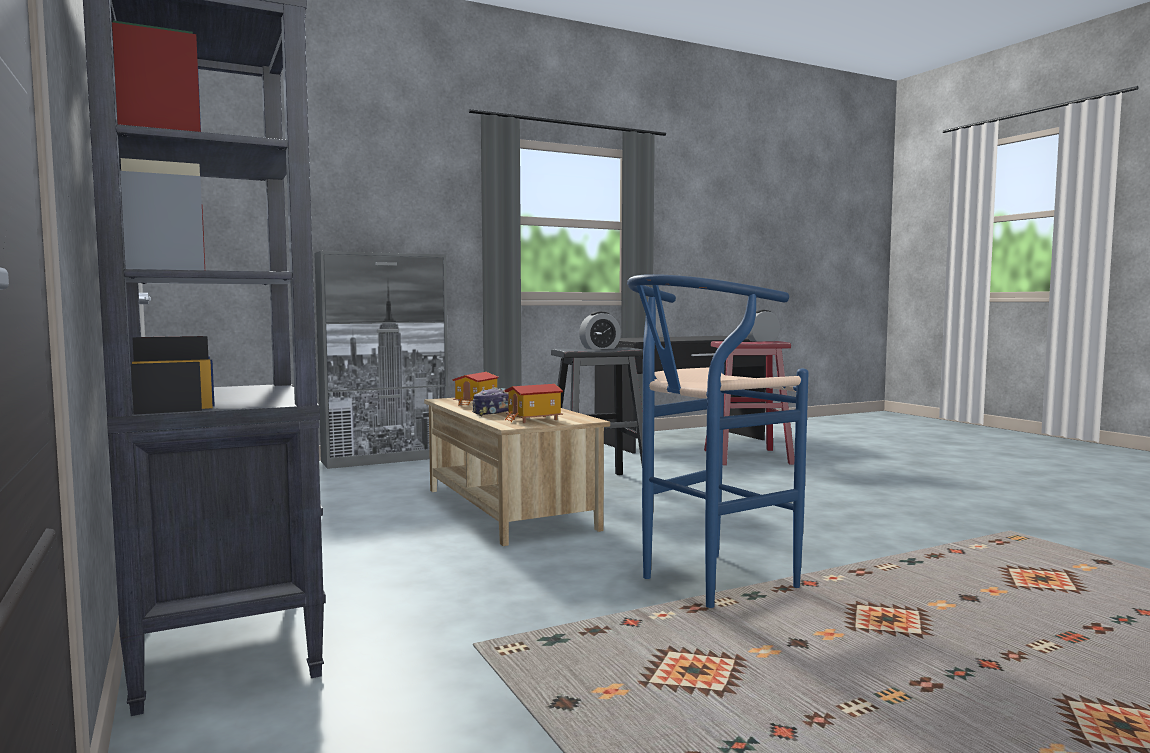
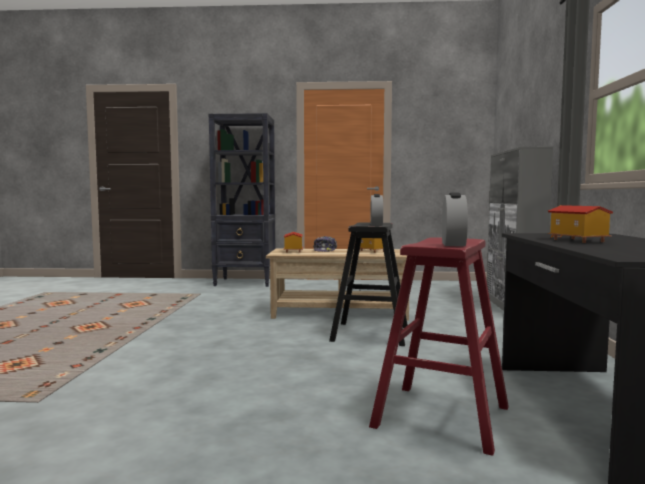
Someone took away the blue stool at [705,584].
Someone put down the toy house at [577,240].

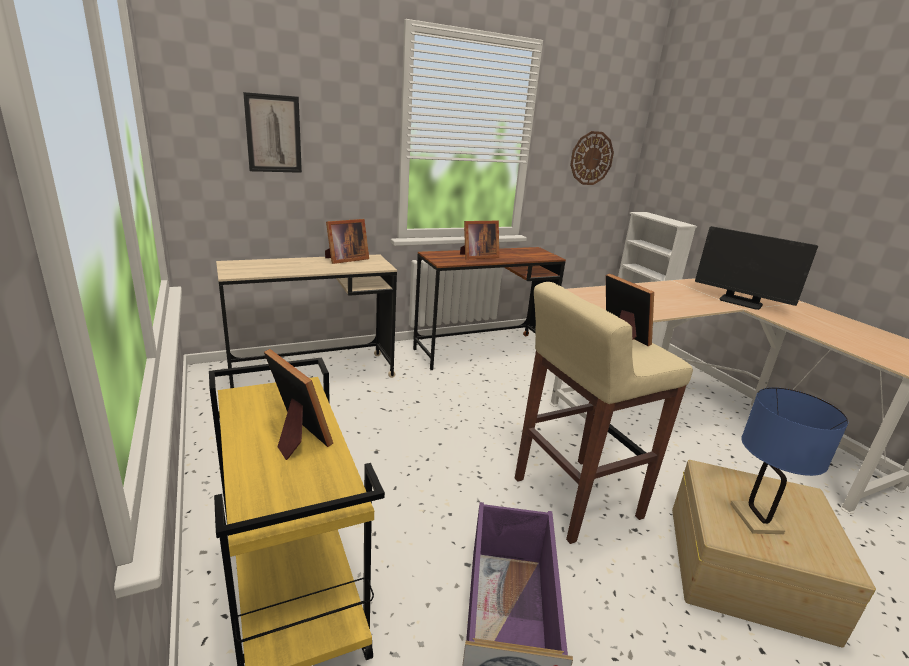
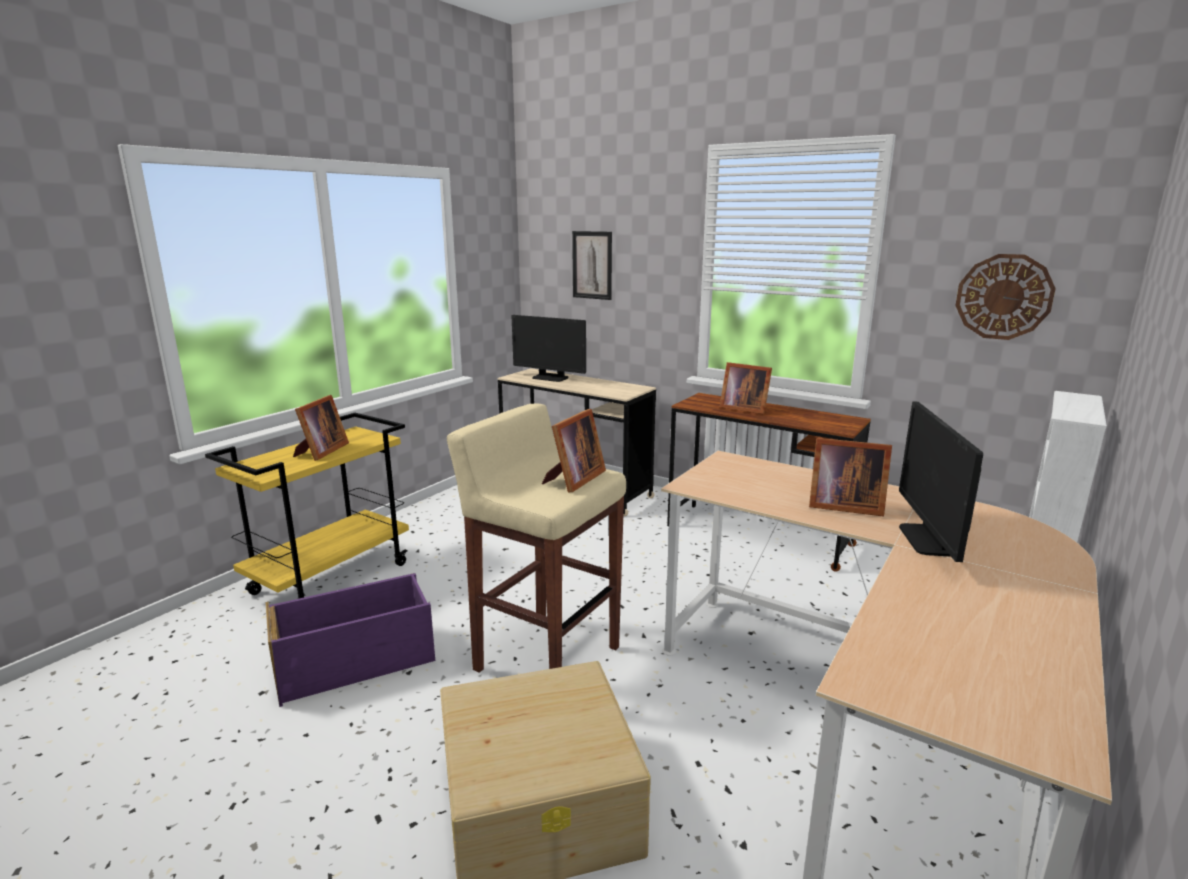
Someone carried the picture frame from [345,259] to [842,505].
Someone took away the blue table lamp at [756,518].
Someone put down the monitor at [550,378].

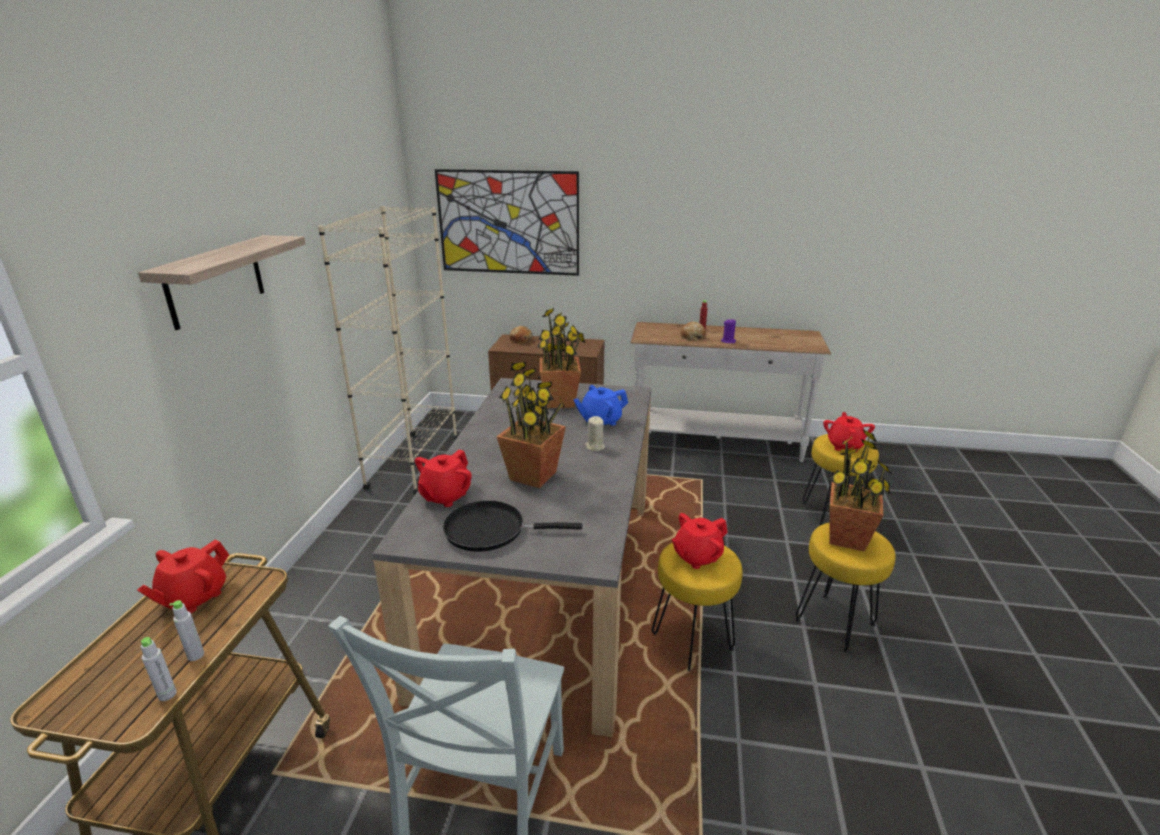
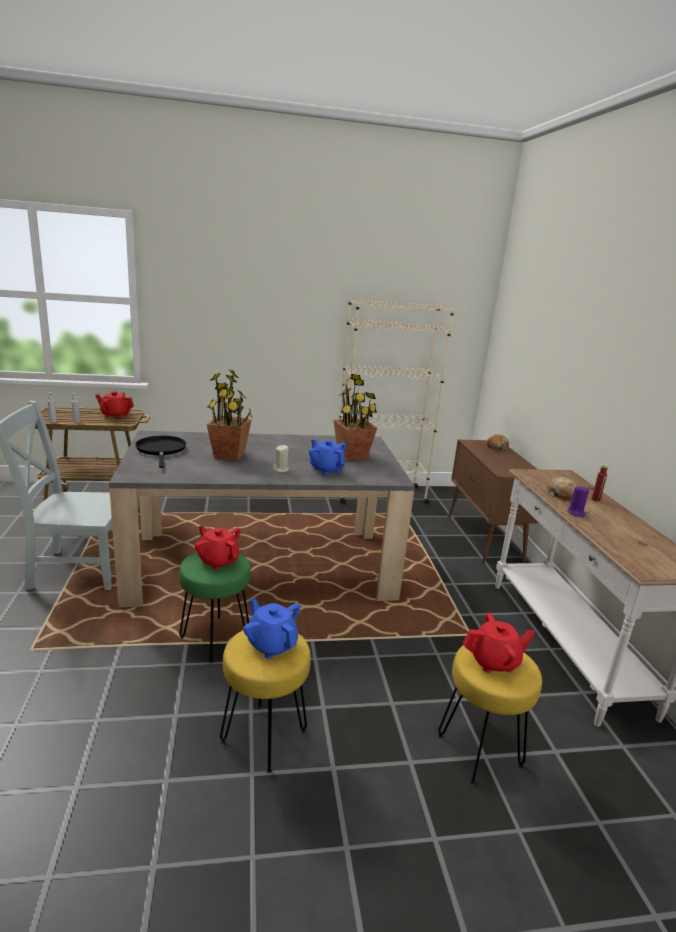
Someone took away the shelf at [215,281].
Someone took away the red teapot at [445,496].
Someone took away the picture at [508,223].
Someone repainted the yellow stool at [692,641], which became the green stool at [216,639].
Someone swapped the potted plant at [847,538] for the blue teapot at [271,644].

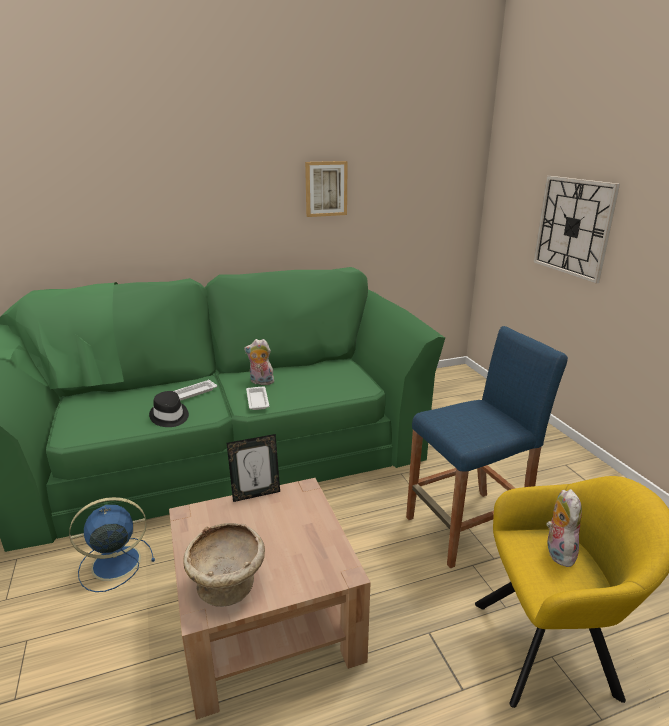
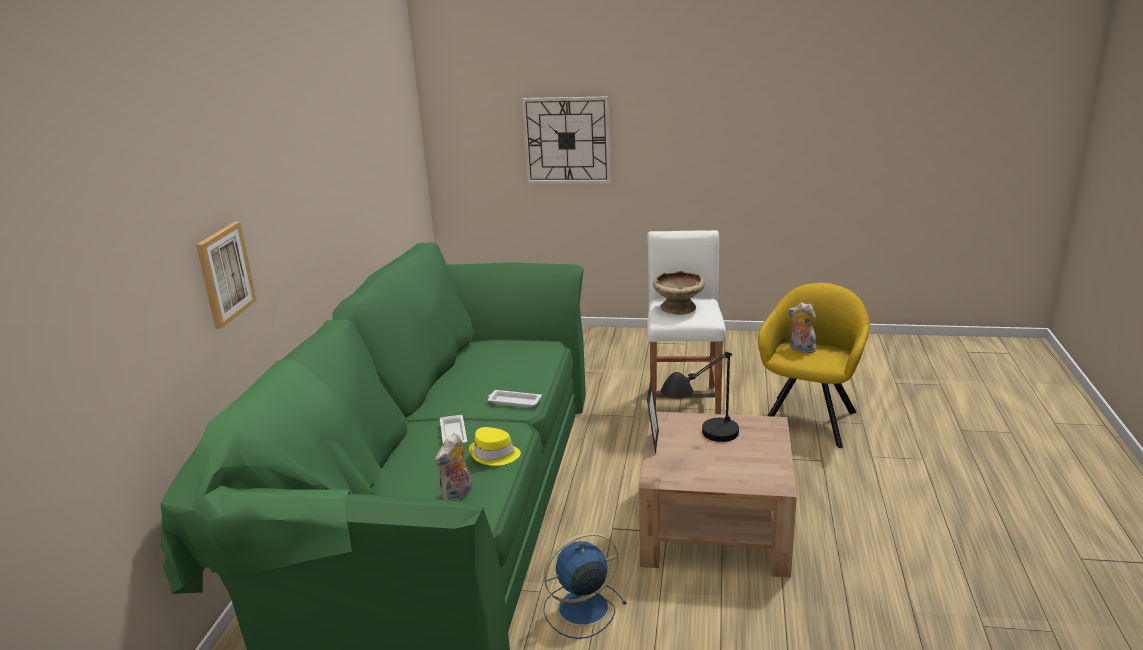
Someone rotated the blue fan at [114,563] by 60 degrees clockwise.
Someone repainted the black hat at [169,416], which became the yellow hat at [494,455].
Someone carried the beige bowl from [228,584] to [678,307].
Someone carried the plush toy from [261,382] to [457,495].
Someone carried the picture from [326,189] to [224,274].
Someone repainted the blue stool at [468,527], which became the white stool at [684,407].
Someone put down the black table lamp at [702,446].

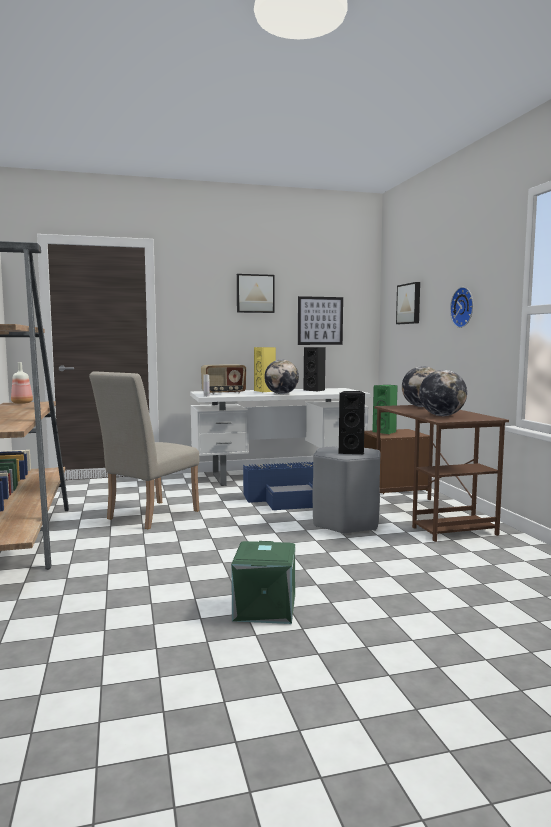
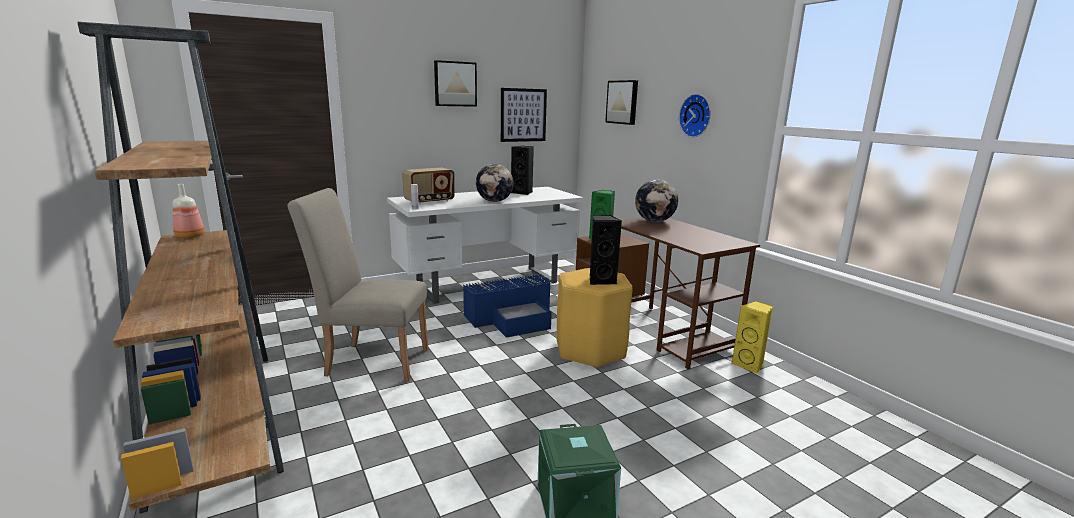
Someone rotated the beige chair at [148,516] by 75 degrees clockwise.
Someone carried the yellow speaker from [265,391] to [749,365].
Someone repainted the grey stool at [345,523], which became the yellow stool at [590,350].
Someone took away the globe at [441,416].

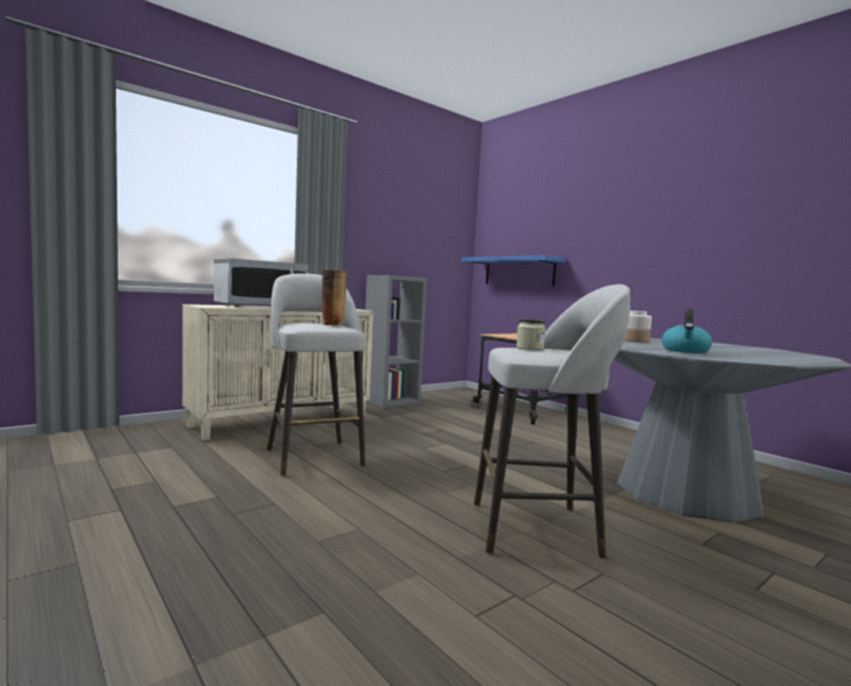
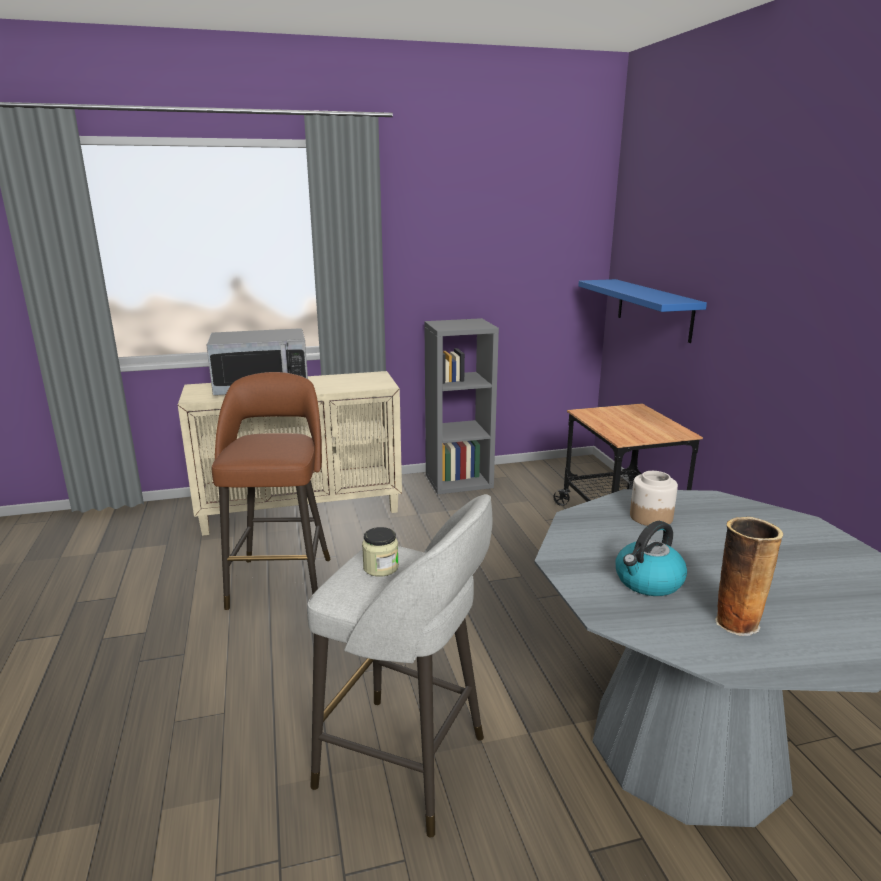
Someone repainted the grey stool at [313,456], which became the brown stool at [282,580].
Someone carried the vase from [332,325] to [736,622].

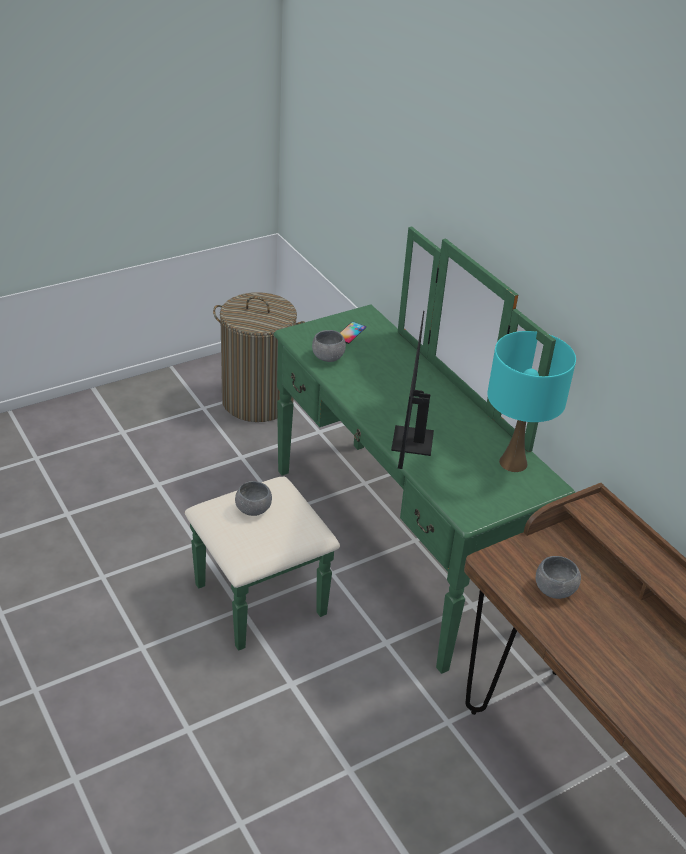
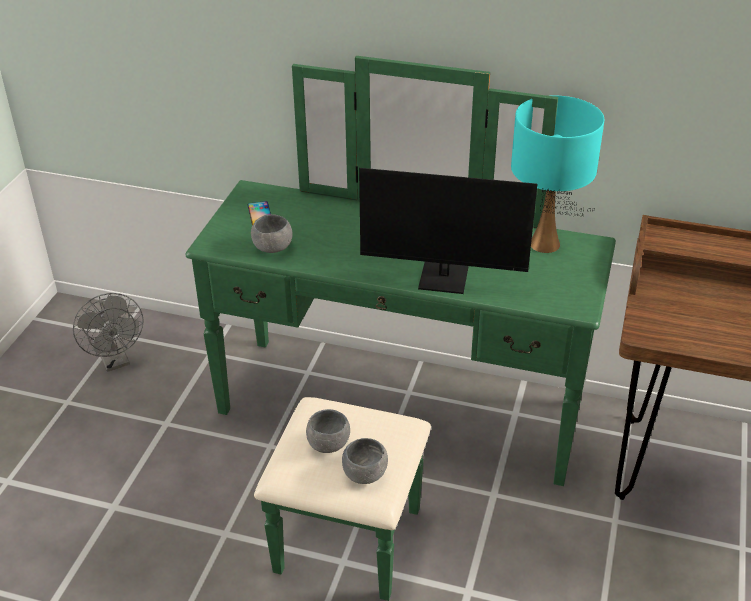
Someone swapped the laundry basket at [258,401] for the grey fan at [116,361].
Someone rotated the monitor at [409,445] by 45 degrees counterclockwise.
Someone carried the grey bowl from [554,589] to [364,474].

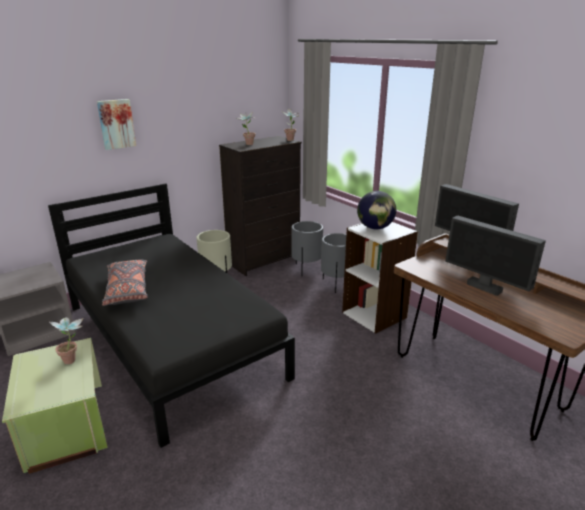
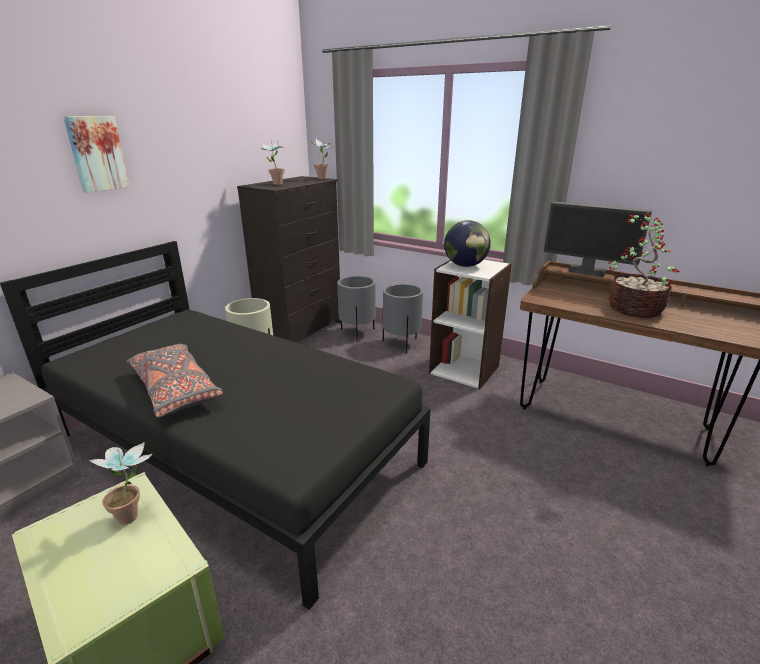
Someone swapped the monitor at [484,287] for the potted plant at [633,308].

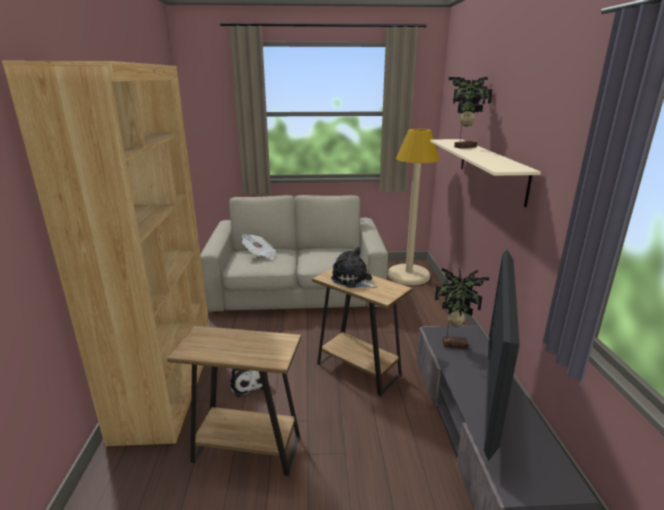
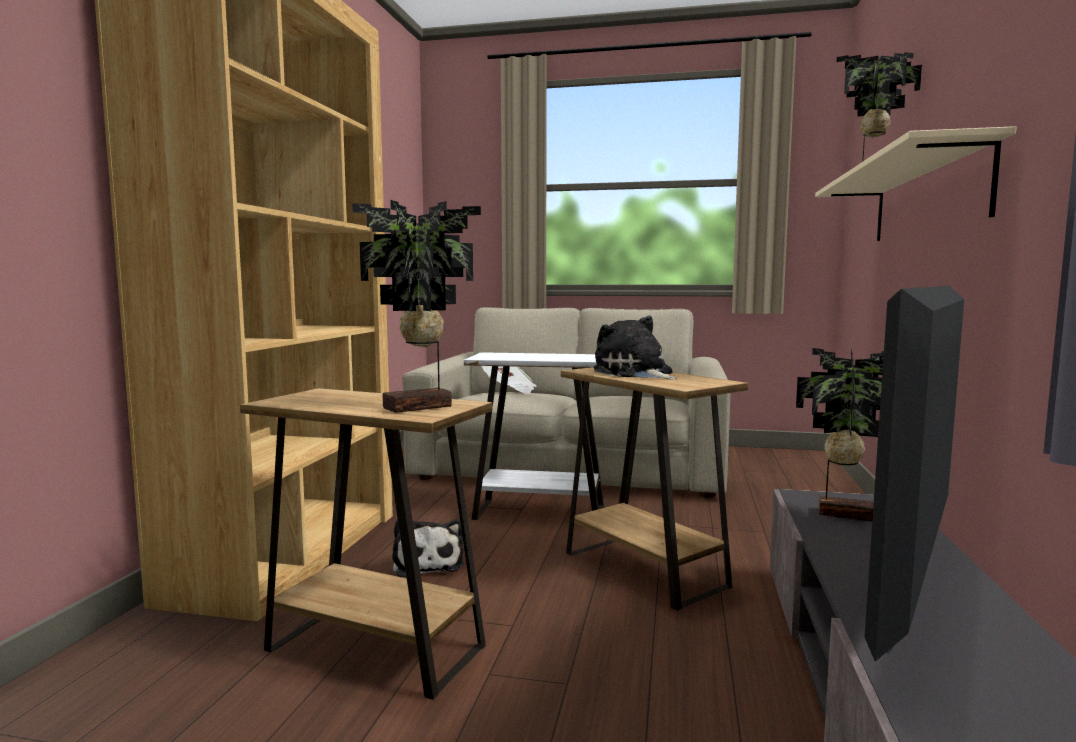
Someone took away the beige floor lamp at [408,275].
Someone put down the potted plant at [421,408].
Someone put down the white side table at [539,512].

